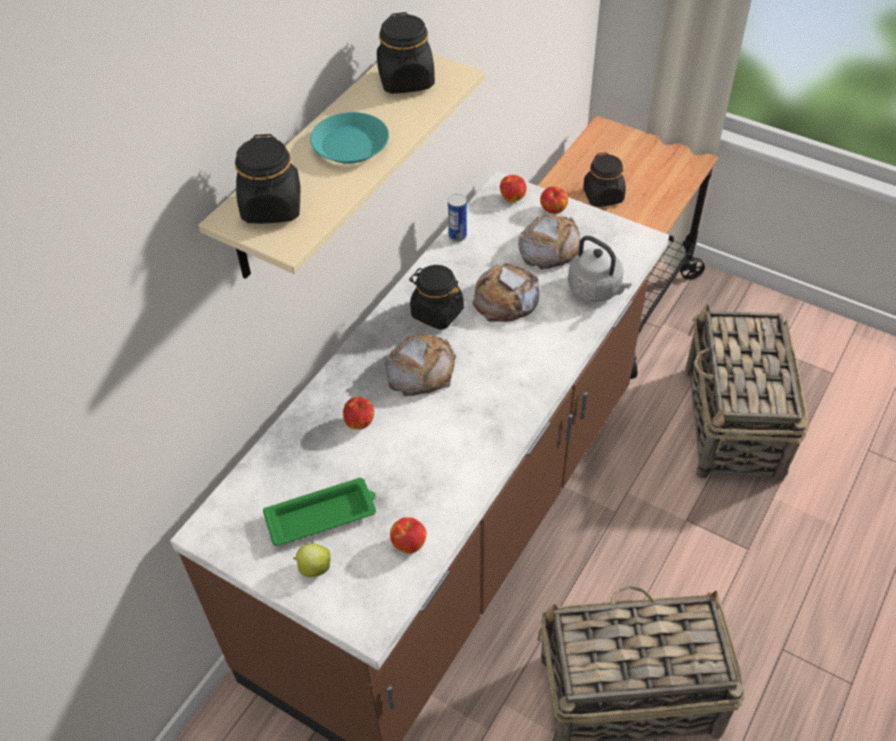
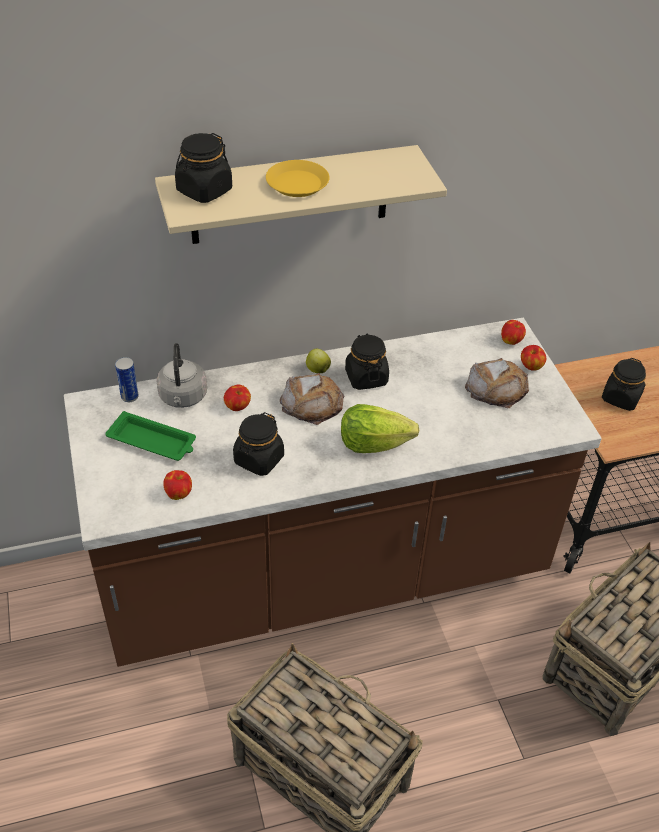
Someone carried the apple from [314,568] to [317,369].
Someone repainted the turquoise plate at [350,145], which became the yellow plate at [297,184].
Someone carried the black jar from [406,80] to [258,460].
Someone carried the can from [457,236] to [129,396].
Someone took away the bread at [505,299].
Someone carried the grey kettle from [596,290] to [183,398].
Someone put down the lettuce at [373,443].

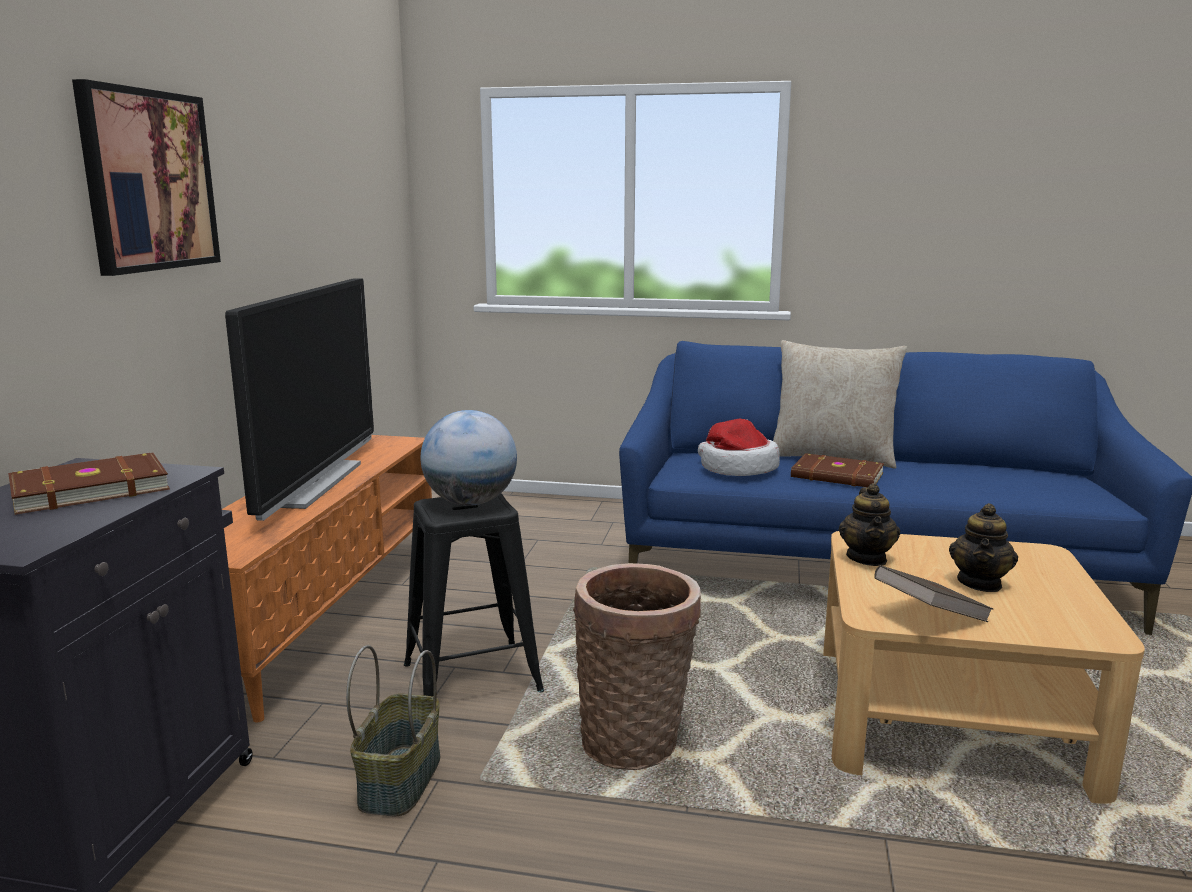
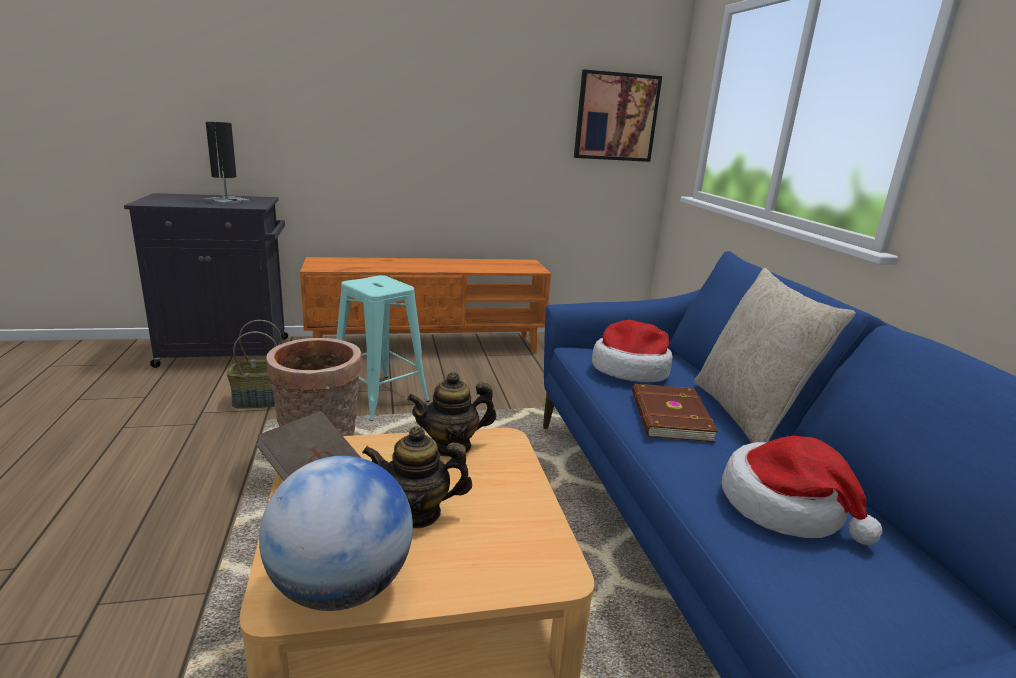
Someone swapped the brown book at [89,489] for the black table lamp at [226,201].
Someone carried the picture from [149,181] to [616,117].
Someone took away the television at [313,484].
Someone repainted the black stool at [472,678], which became the turquoise stool at [379,397].
Someone carried the globe from [471,502] to [341,588].
Someone put down the hat at [785,507].

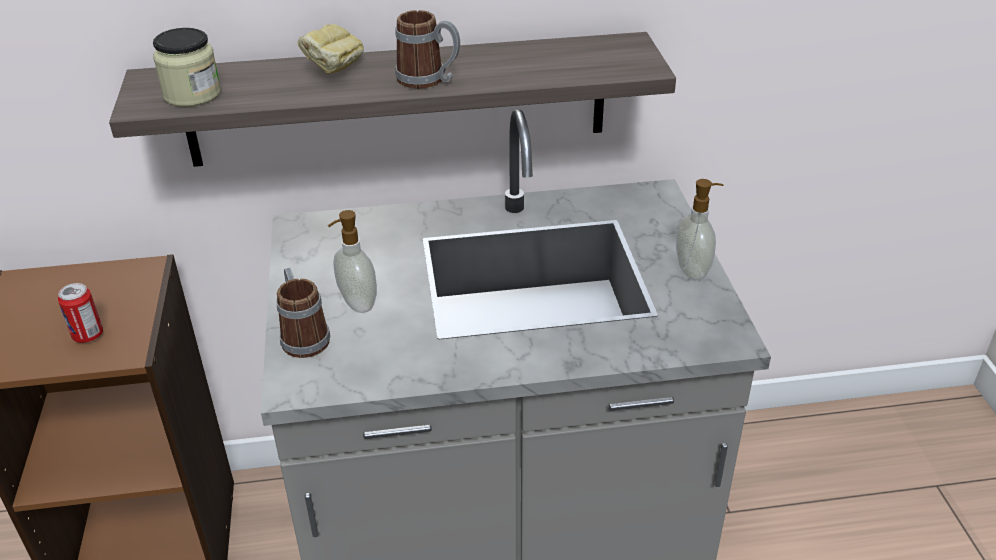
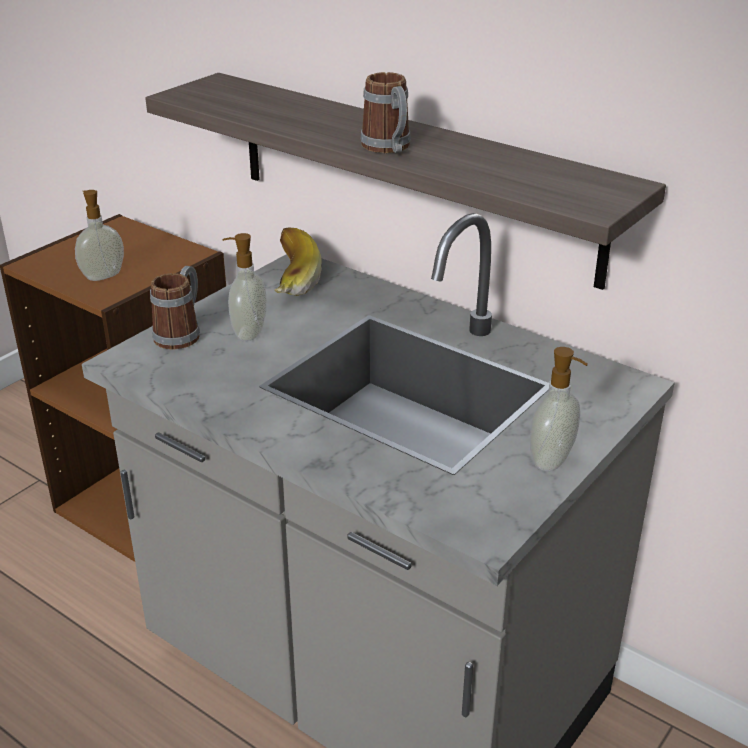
Someone swapped the can at [88,335] for the soap dispenser at [102,275].
Someone took away the jar at [192,94].
Someone took away the bread at [334,71].
Someone put down the banana at [287,278].

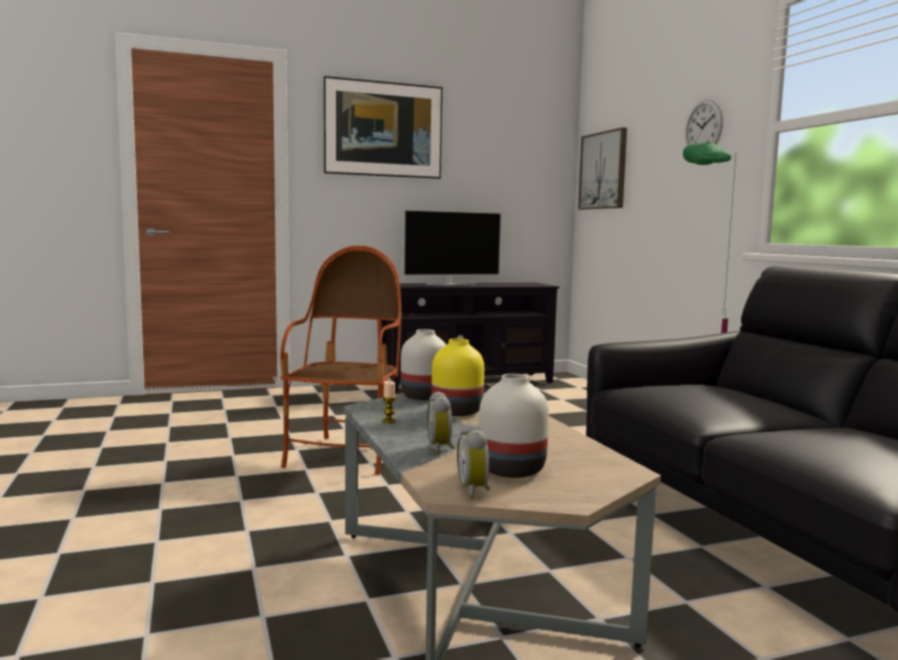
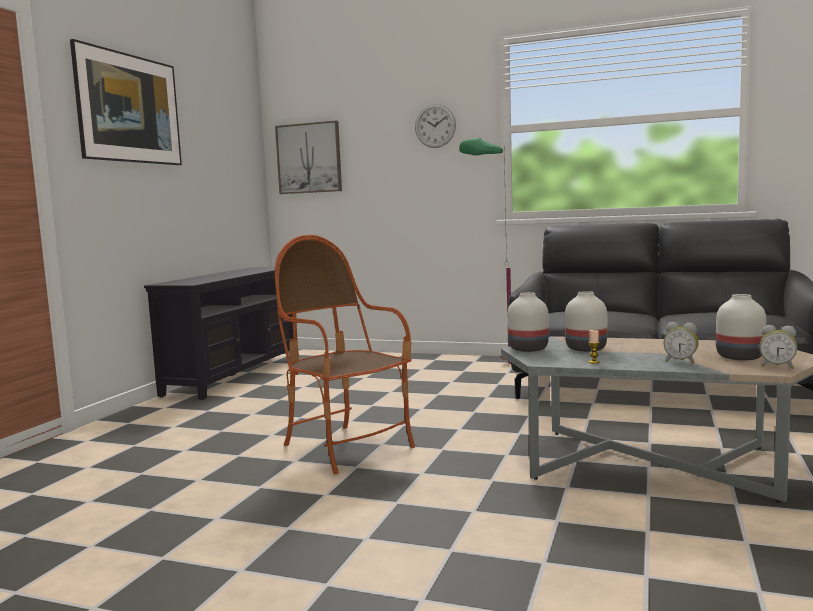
Someone took away the television at [450,284].
Someone repainted the yellow vase at [457,411], which became the white vase at [585,348].

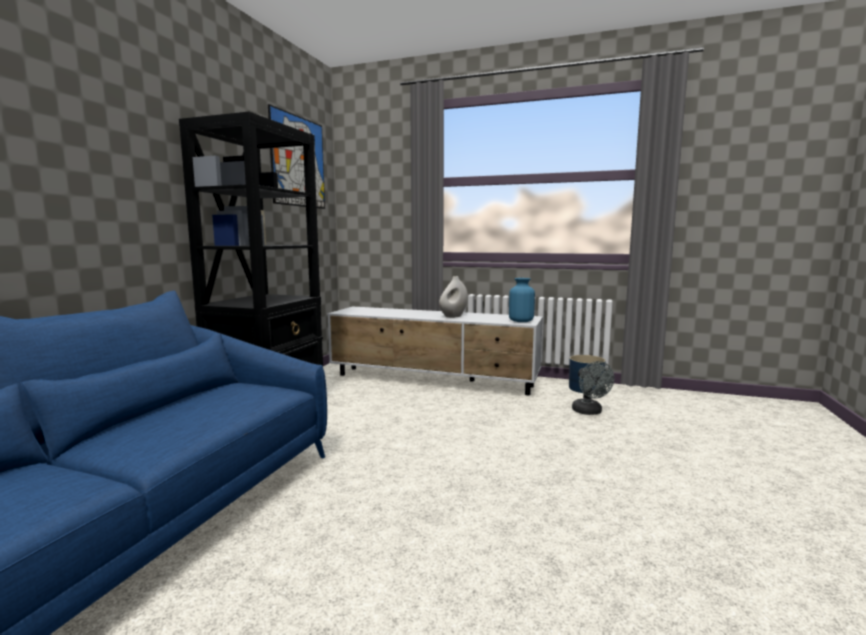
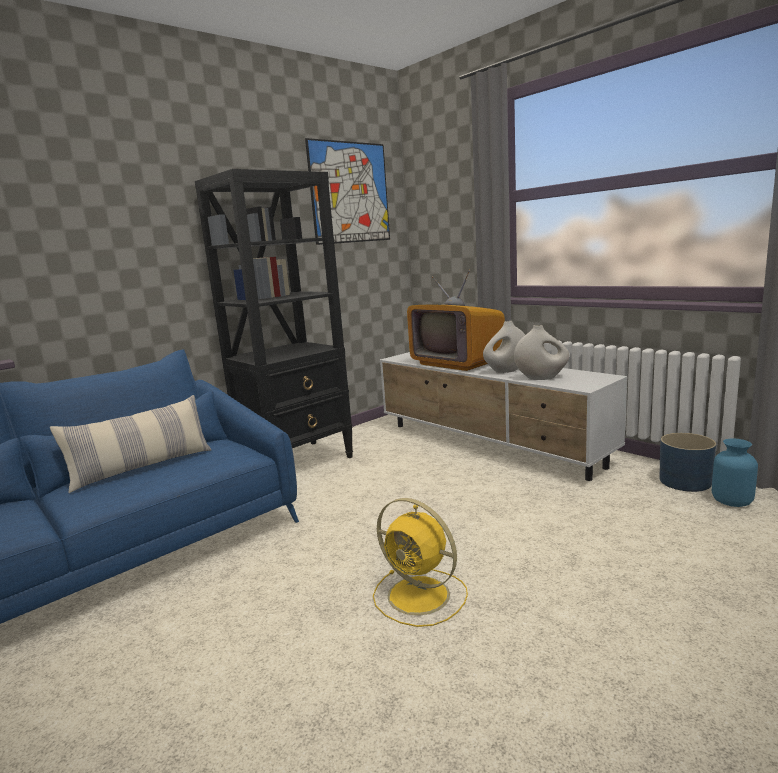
Someone carried the blue vase from [521,321] to [731,501].
Someone took away the grey fan at [589,412].
Someone put down the pillow at [142,468].
Someone put down the yellow fan at [421,596].
Someone put down the television at [457,363].
Someone put down the white vase at [541,378].

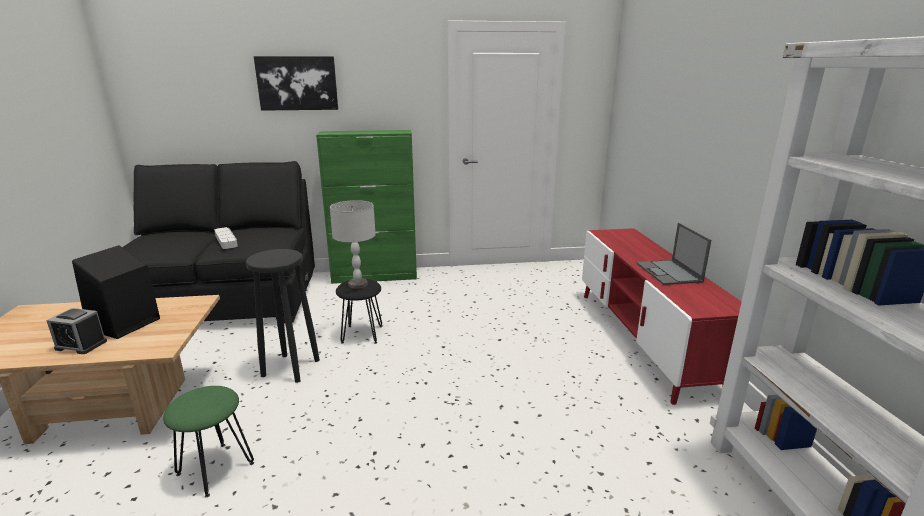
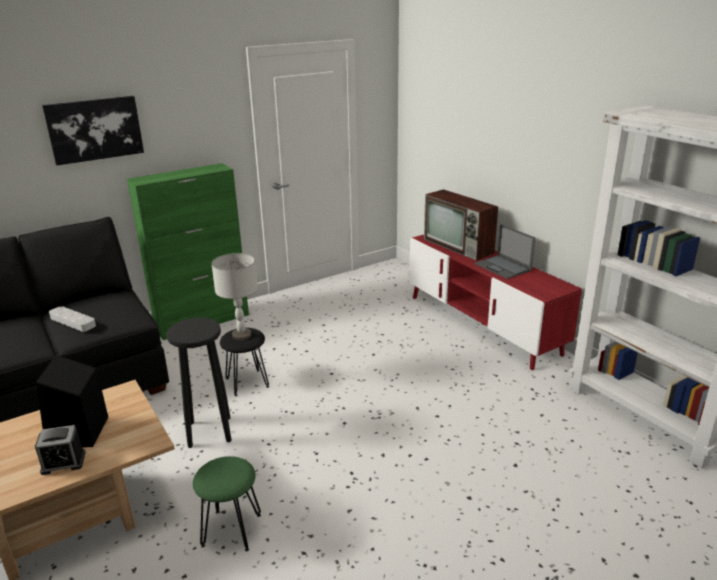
Someone put down the television at [459,246].

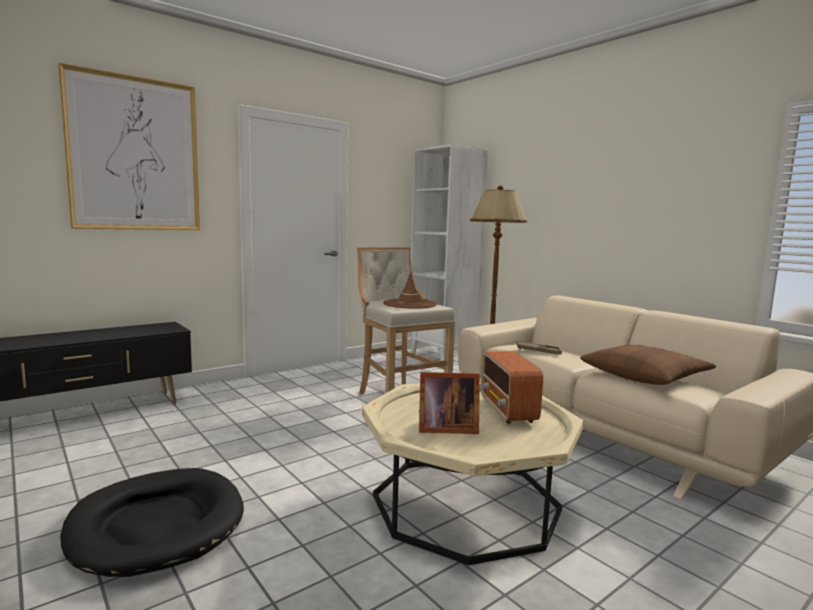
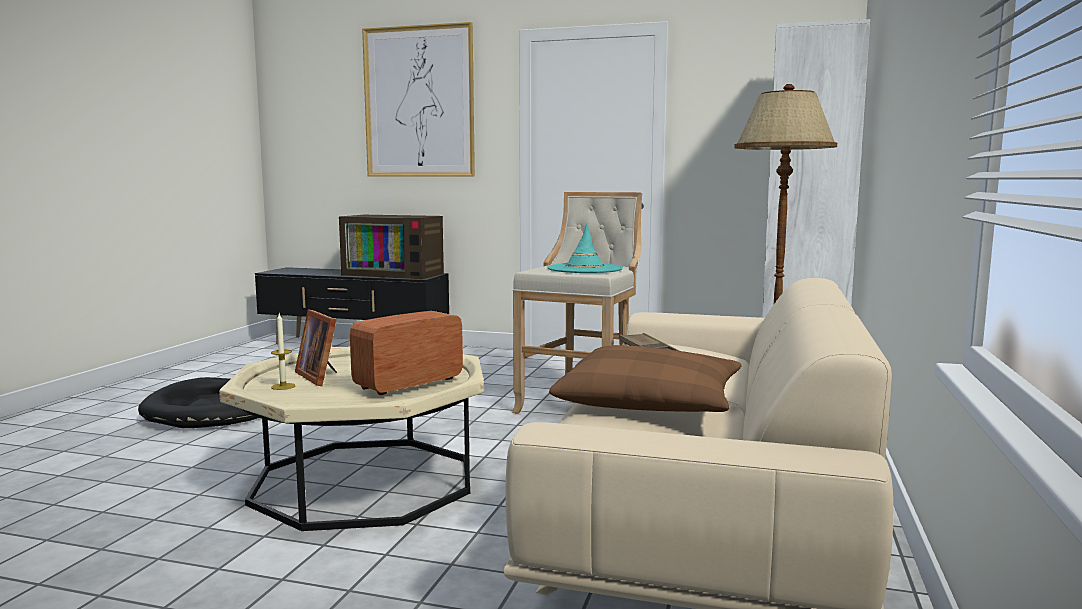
Someone repainted the brown hat at [410,304], which became the turquoise hat at [584,269].
Someone put down the candle at [283,386].
Someone put down the television at [395,274].

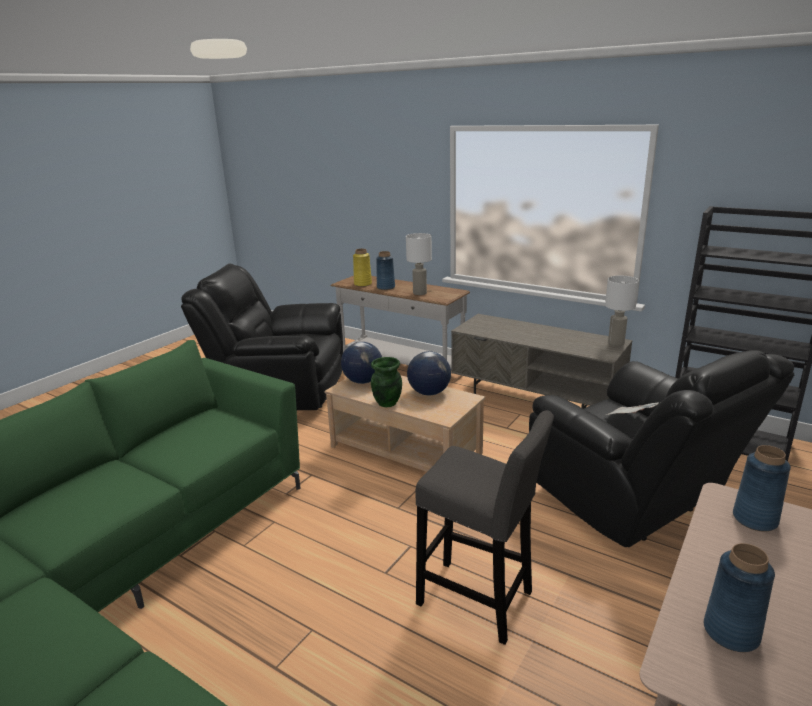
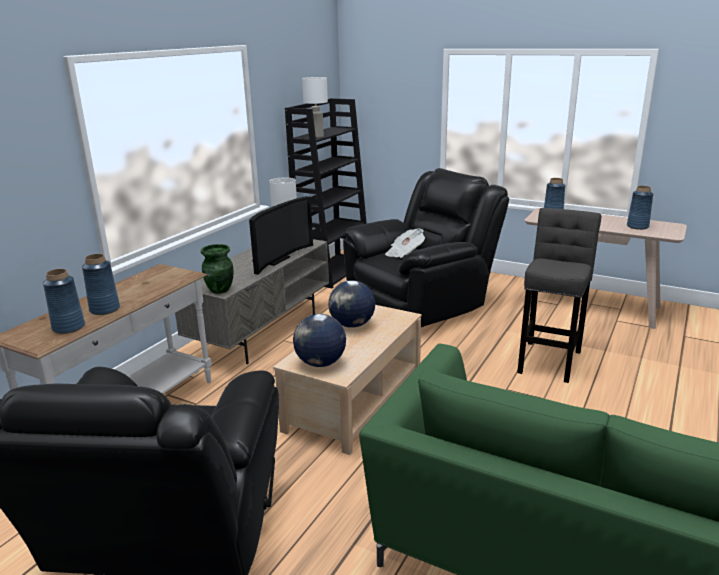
Someone repainted the yellow vase at [362,284], which became the blue vase at [68,327].
Someone carried the green vase from [387,403] to [220,290].
Someone carried the white table lamp from [419,293] to [316,136].
Someone put down the television at [275,260].

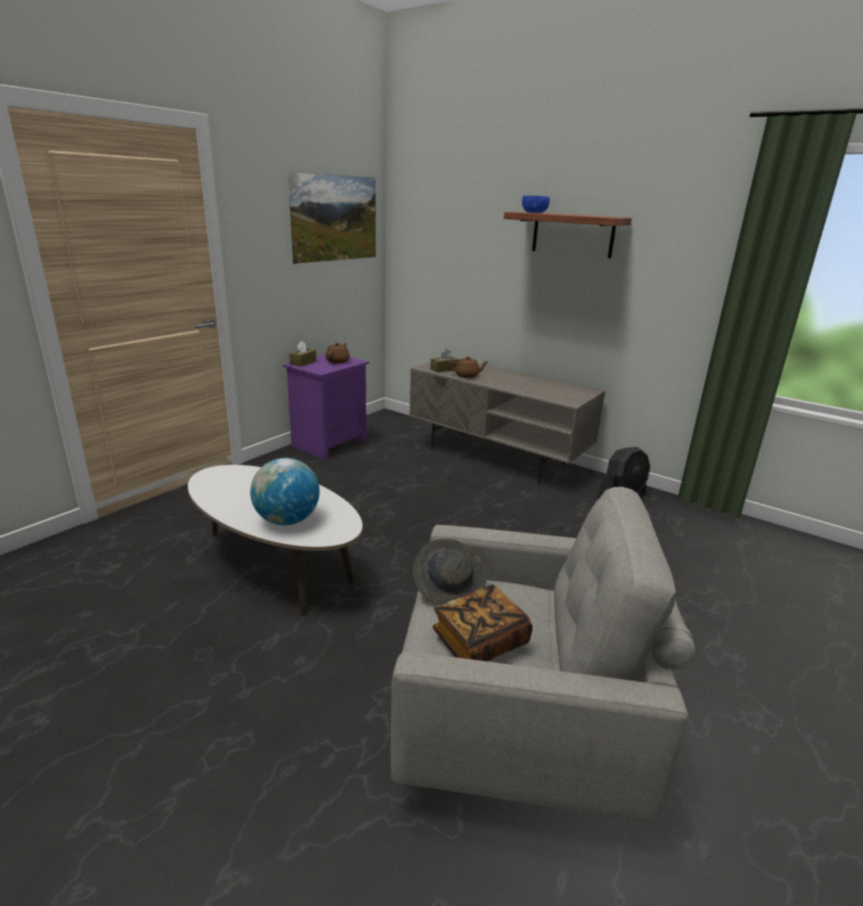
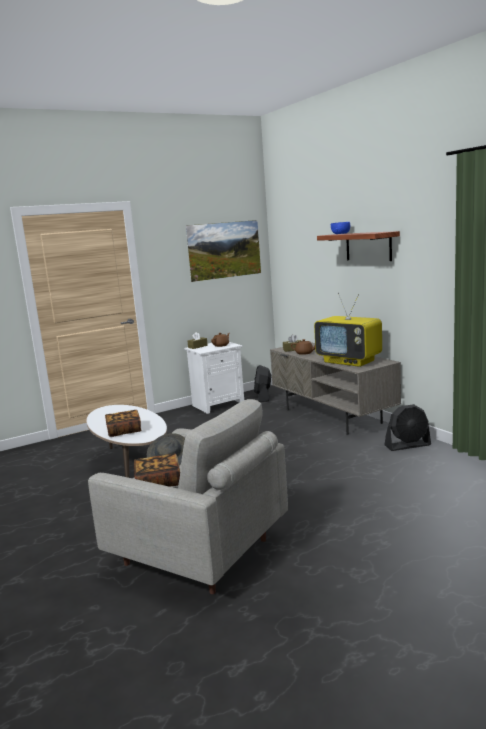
Someone swapped the globe at [287,520] for the book at [124,431].
Someone repainted the purple nightstand at [329,443], which became the white nightstand at [218,404].
Someone put down the black fan at [263,397].
Someone put down the television at [349,361].

